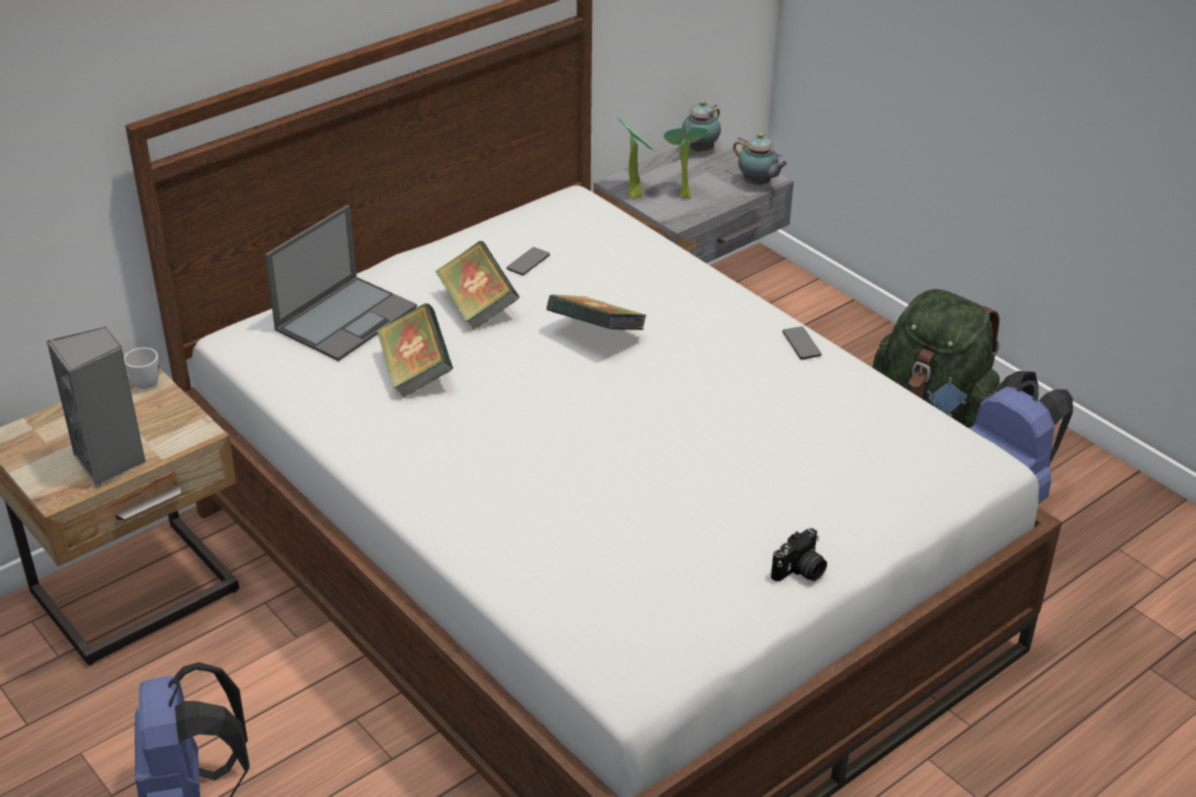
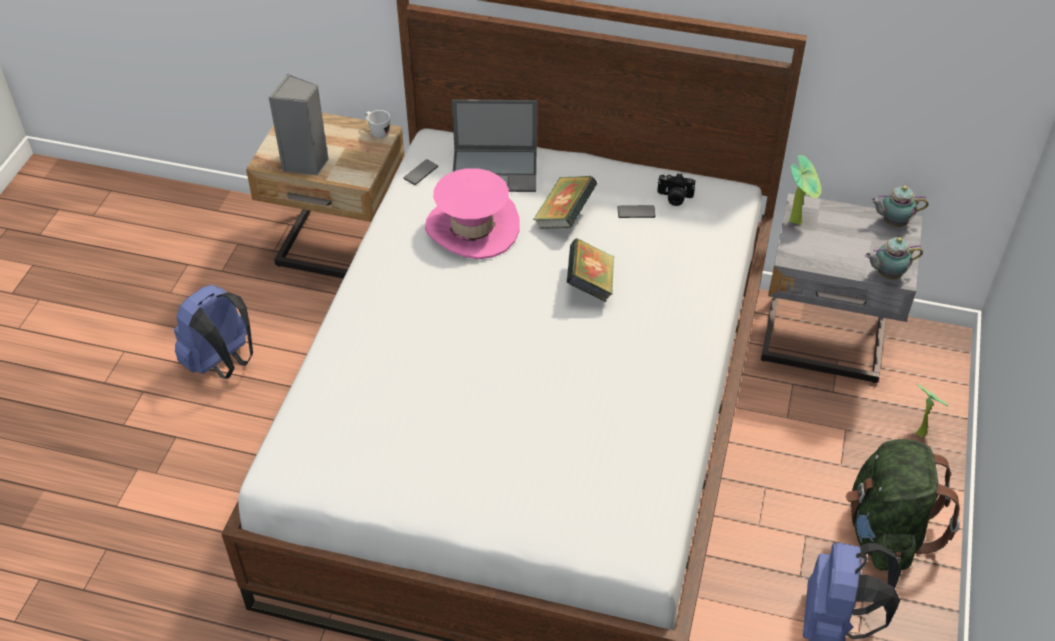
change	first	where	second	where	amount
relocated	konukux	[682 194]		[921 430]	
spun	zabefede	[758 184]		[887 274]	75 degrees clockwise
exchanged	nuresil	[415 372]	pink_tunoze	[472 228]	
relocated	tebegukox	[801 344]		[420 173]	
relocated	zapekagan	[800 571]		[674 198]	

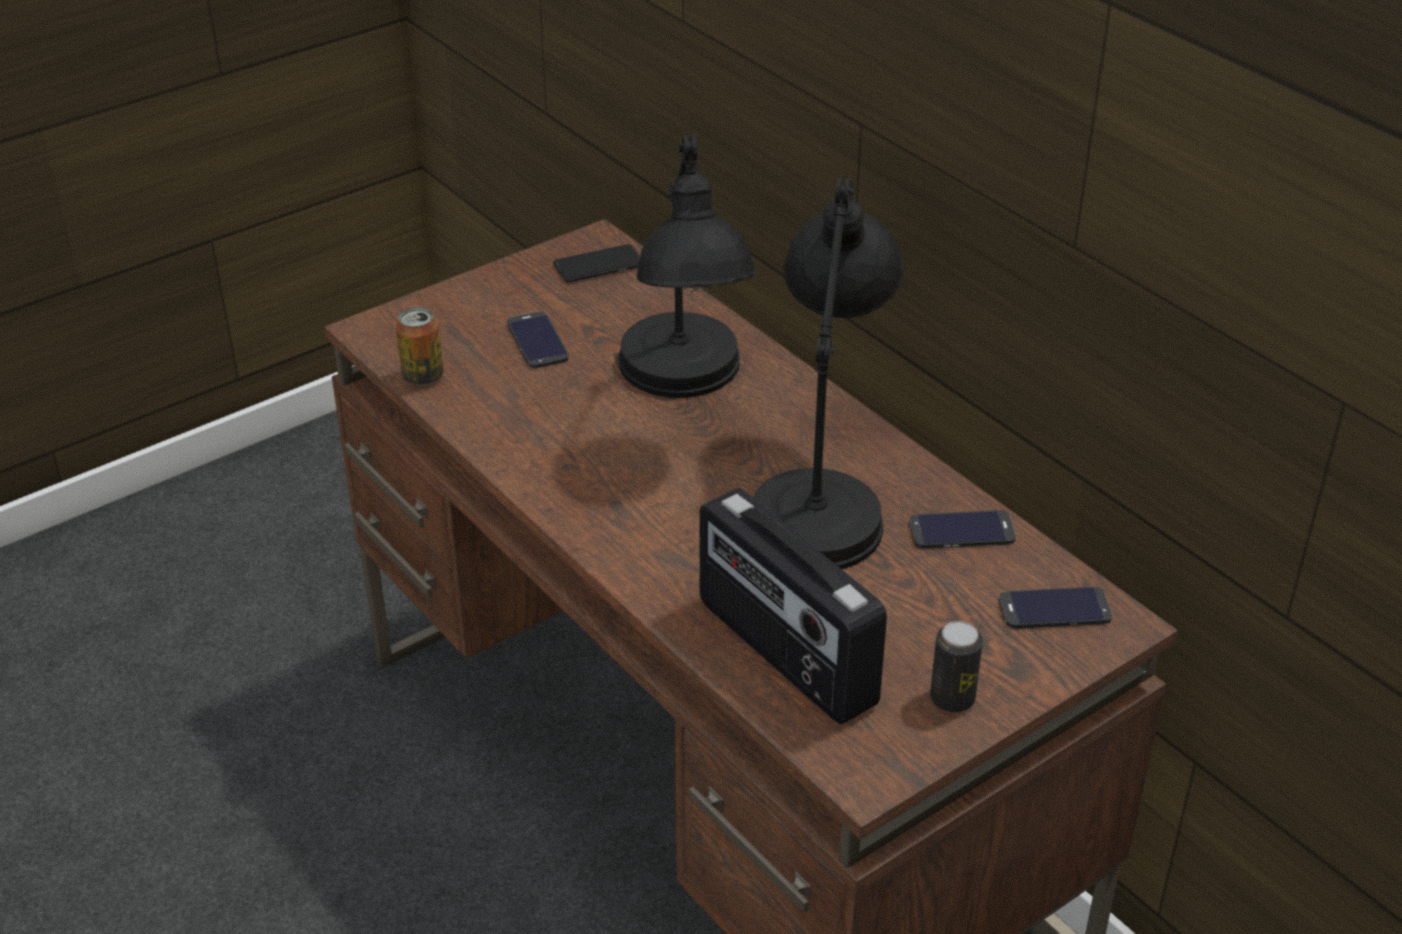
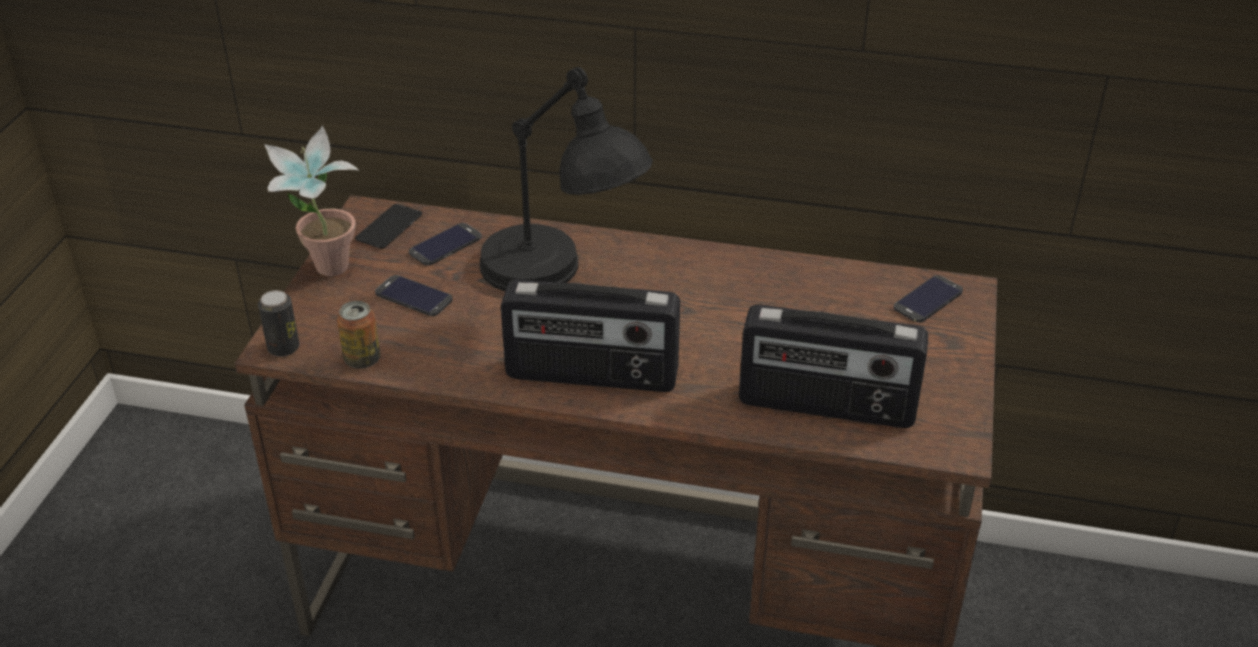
change	first	where	second	where	amount
missing	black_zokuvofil	[822 487]			
relocated	tebegukox	[962 531]		[445 245]	
relocated	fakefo	[952 698]		[283 348]	
appeared			konukux	[326 274]	
appeared			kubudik	[591 376]	

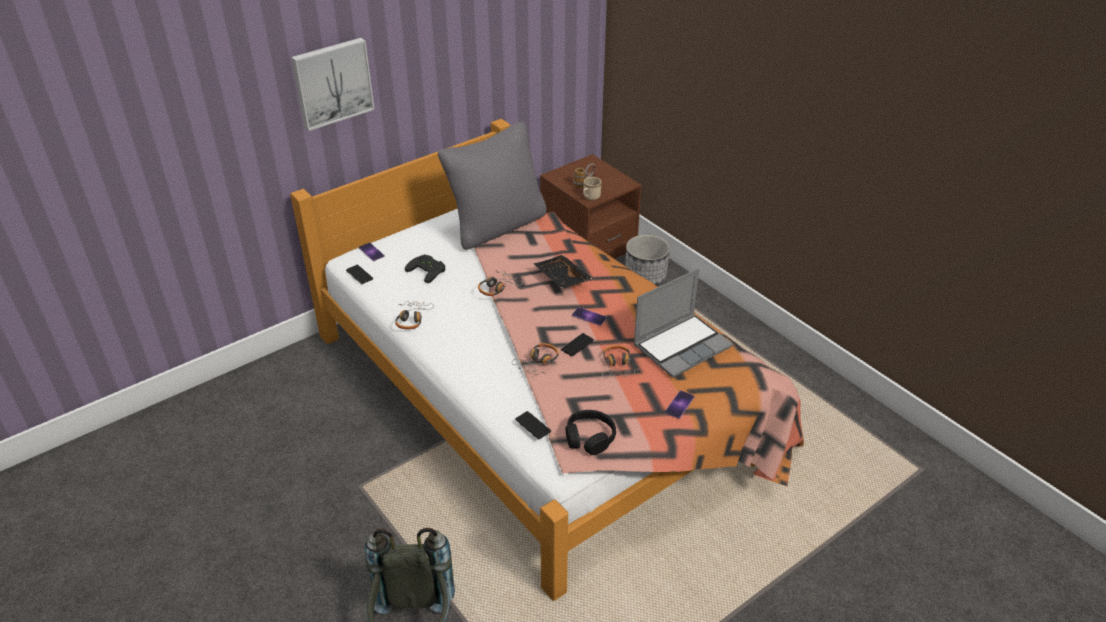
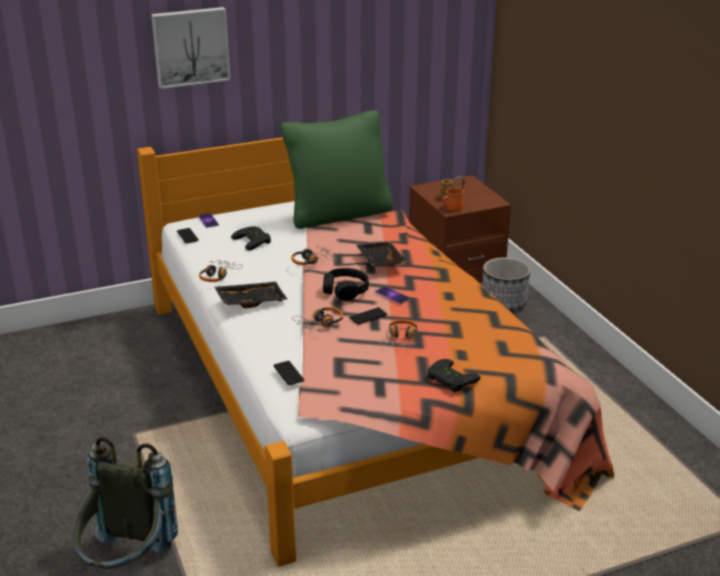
change	first	where	second	where	amount
colour	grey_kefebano	[497 226]	green_kefebano	[338 214]	
colour	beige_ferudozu	[590 197]	orange_ferudozu	[451 208]	
missing	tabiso	[682 345]			
exchanged	tebegukox	[679 404]	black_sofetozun	[449 380]	
relocated	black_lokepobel	[589 438]		[345 290]	
appeared			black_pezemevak	[251 301]	

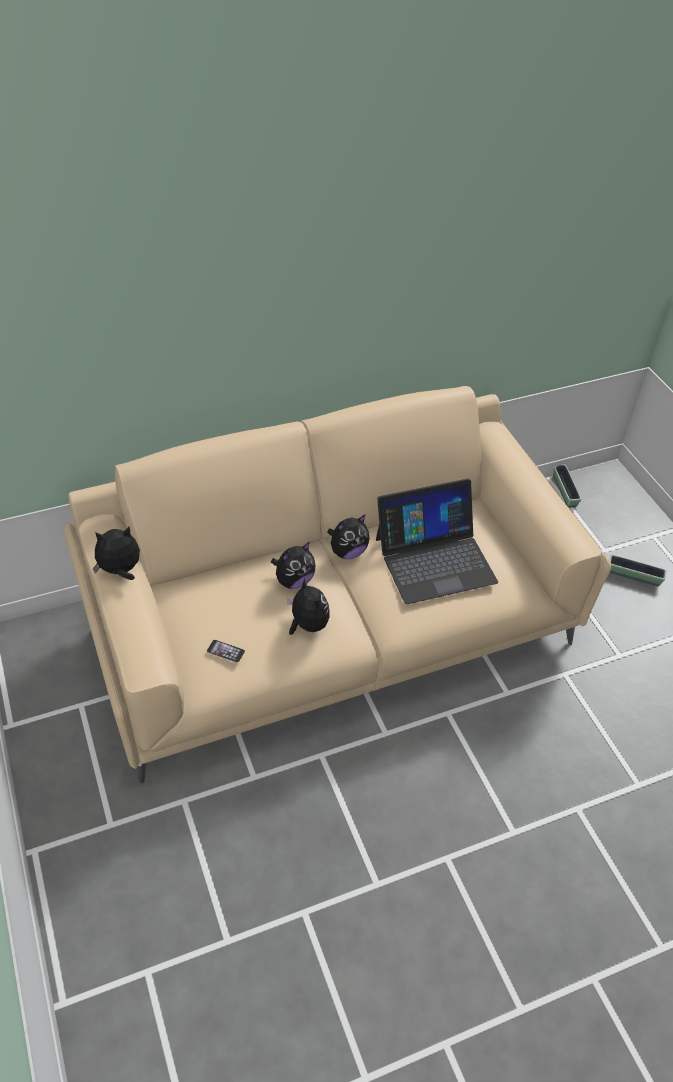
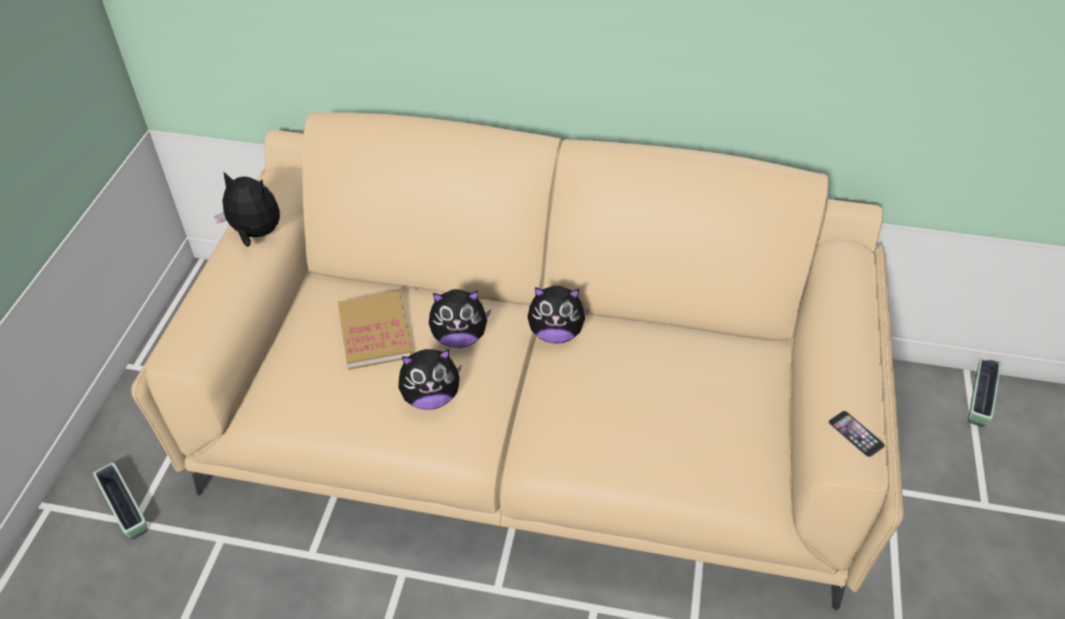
change	first	where	second	where	amount
missing	tabiso	[434 559]			
relocated	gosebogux	[634 576]		[125 508]	
spun	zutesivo	[307 625]		[431 397]	75 degrees clockwise
relocated	tebegukox	[225 651]		[856 433]	
appeared			nuresil	[375 332]	

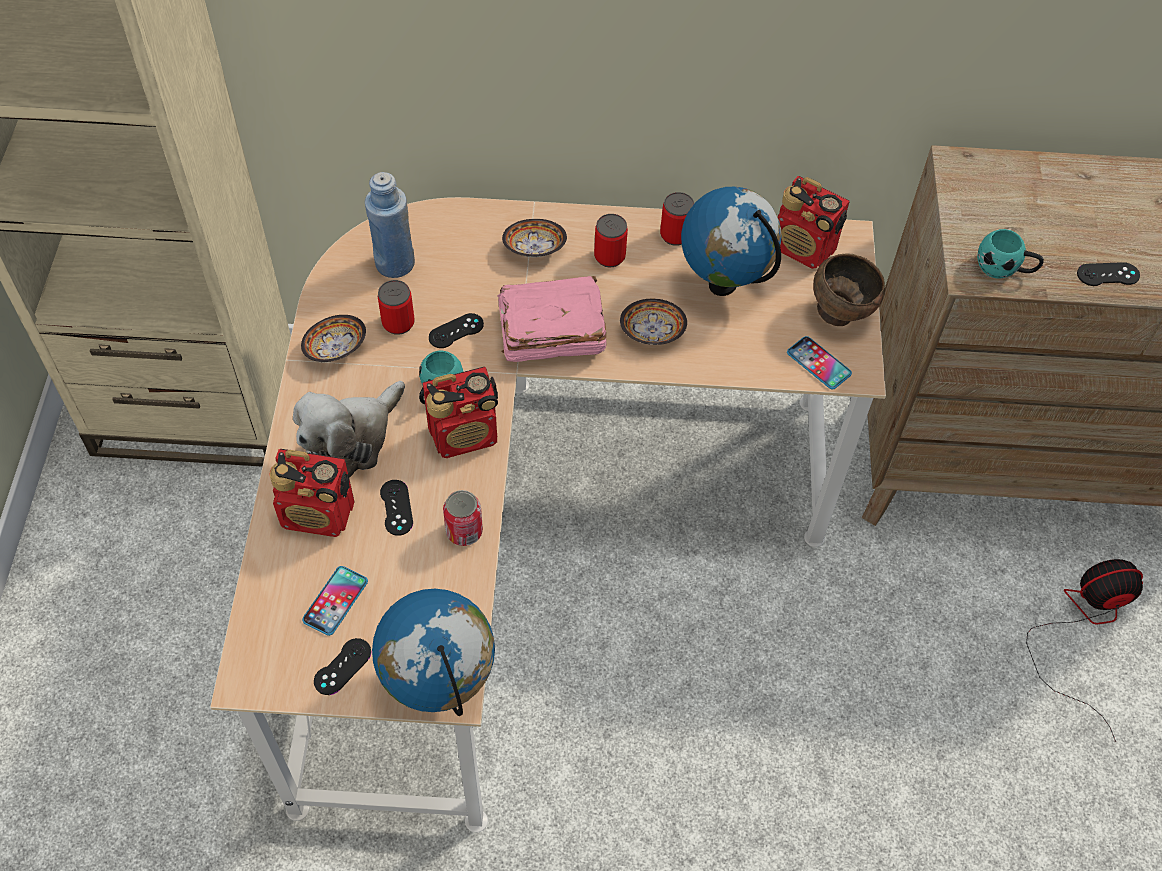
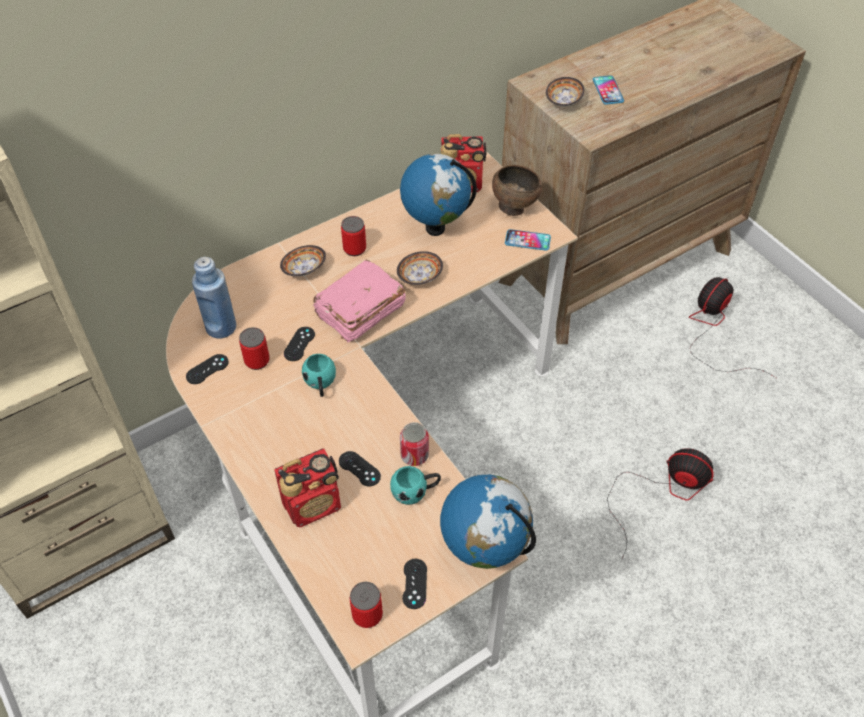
change	first	where	second	where	amount
relocated	fakefo	[675 235]		[367 615]	
relocated	turquoise_ferudozu	[1004 269]		[415 492]	
relocated	black_sofetozun	[1108 274]		[207 369]	
relocated	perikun	[336 349]		[563 101]	
missing	kubudik	[465 435]			
missing	zutesivo	[351 440]			
relocated	tebegukox	[335 601]		[608 90]	
appeared			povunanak	[662 492]	

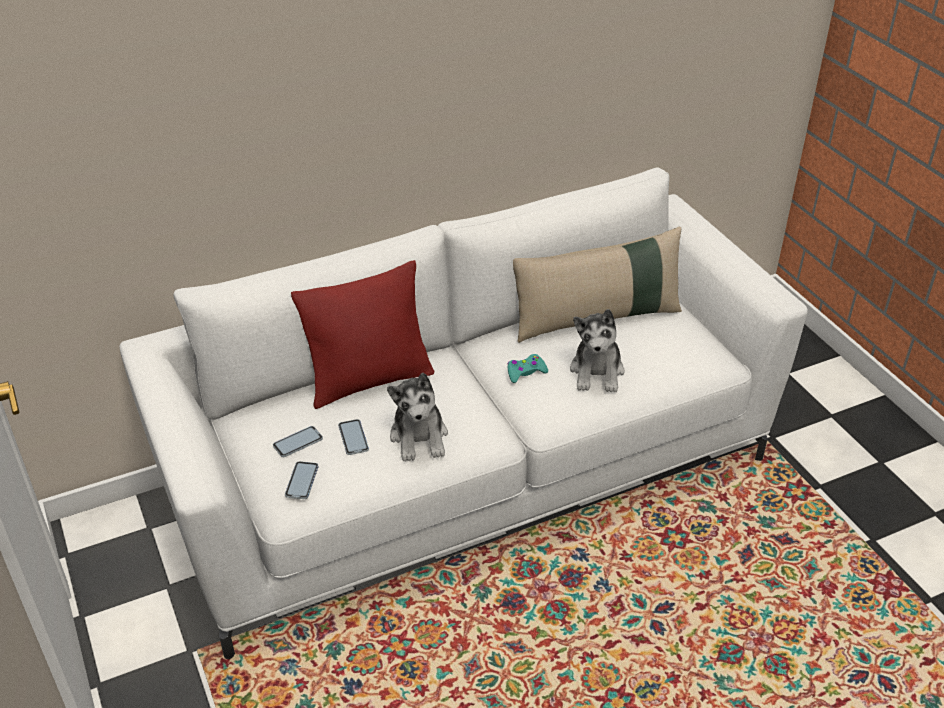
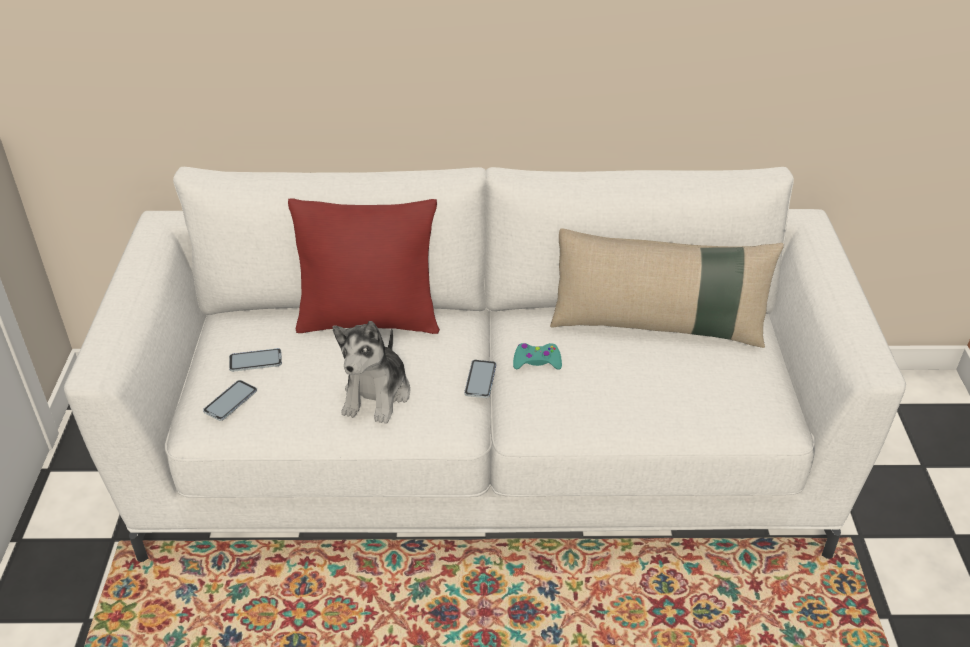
change	first	where	second	where	amount
missing	zutesivo	[597 372]			
relocated	tebegukox	[353 438]		[480 380]	

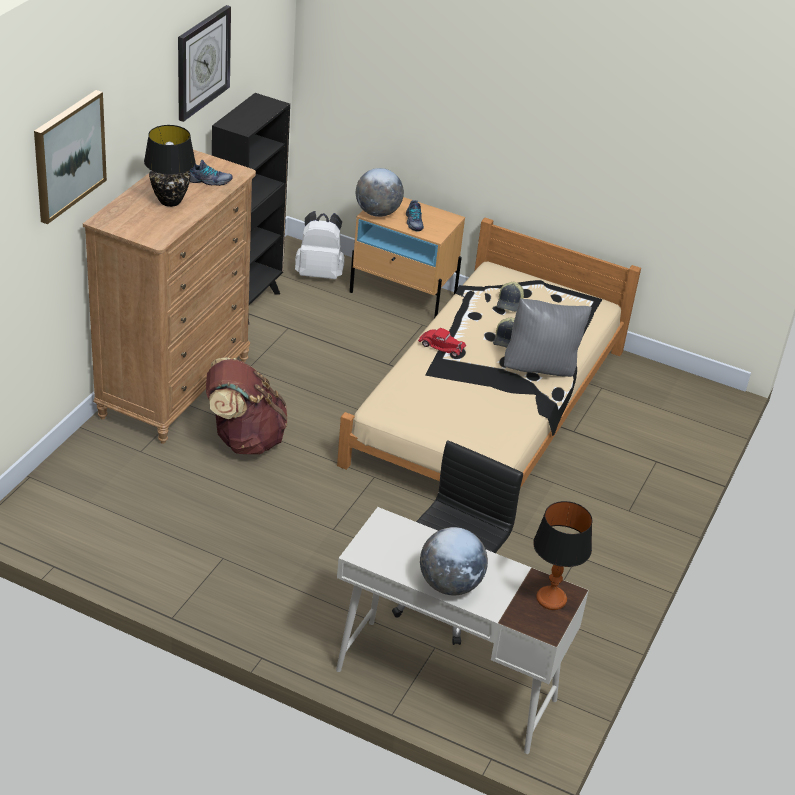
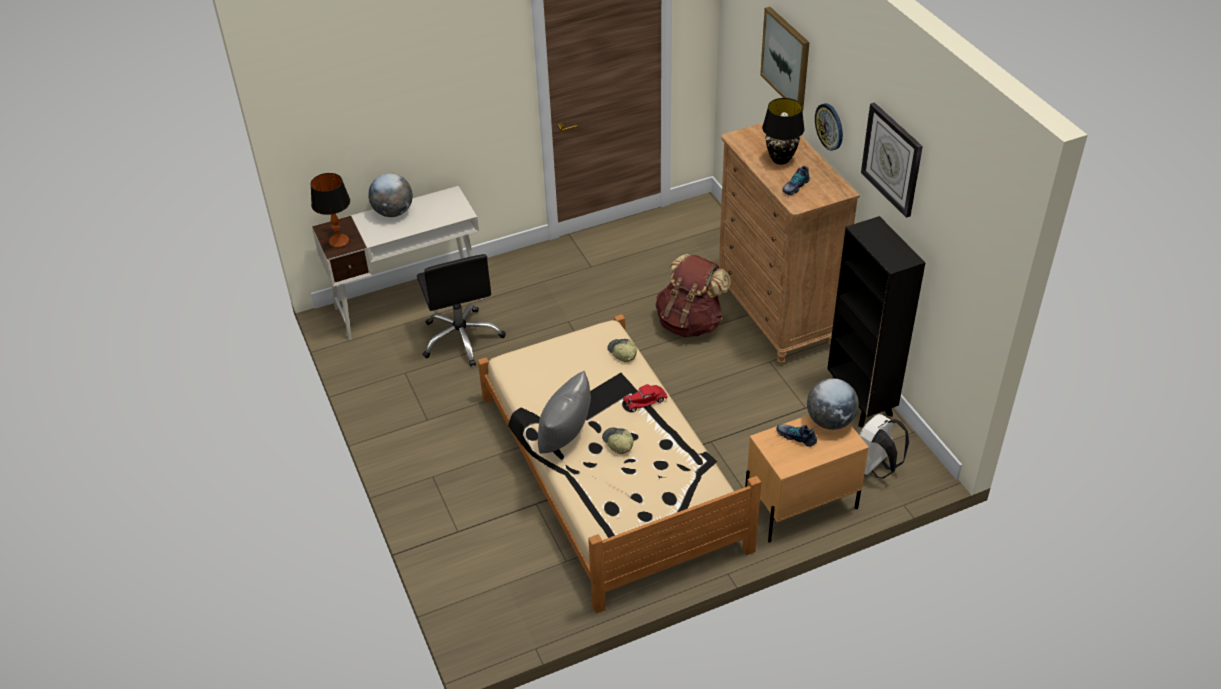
change	first	where	second	where	amount
relocated	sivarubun	[510 303]		[622 353]	
appeared			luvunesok	[830 126]	

